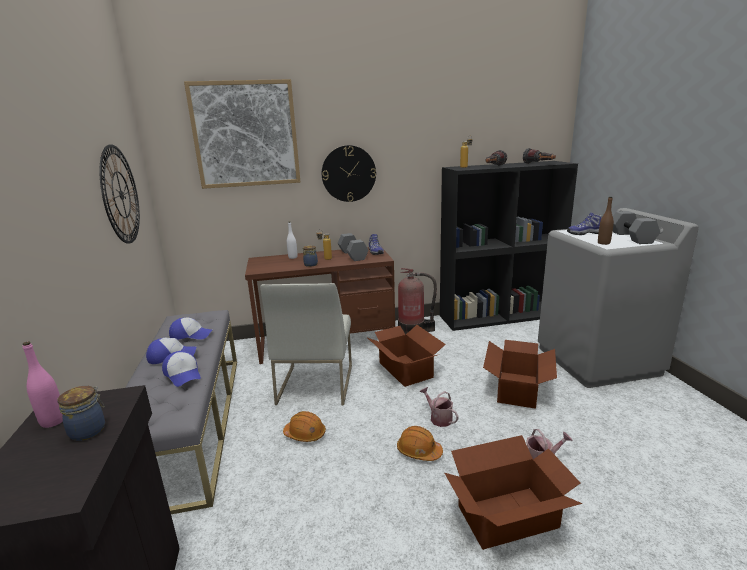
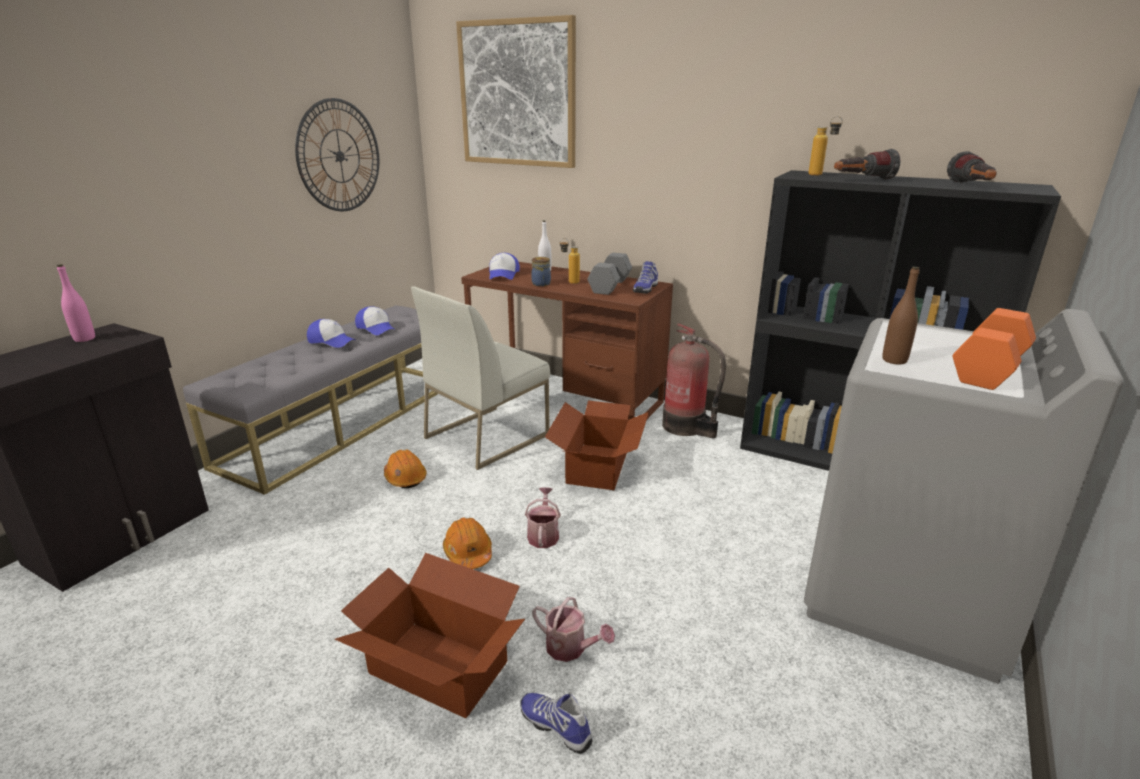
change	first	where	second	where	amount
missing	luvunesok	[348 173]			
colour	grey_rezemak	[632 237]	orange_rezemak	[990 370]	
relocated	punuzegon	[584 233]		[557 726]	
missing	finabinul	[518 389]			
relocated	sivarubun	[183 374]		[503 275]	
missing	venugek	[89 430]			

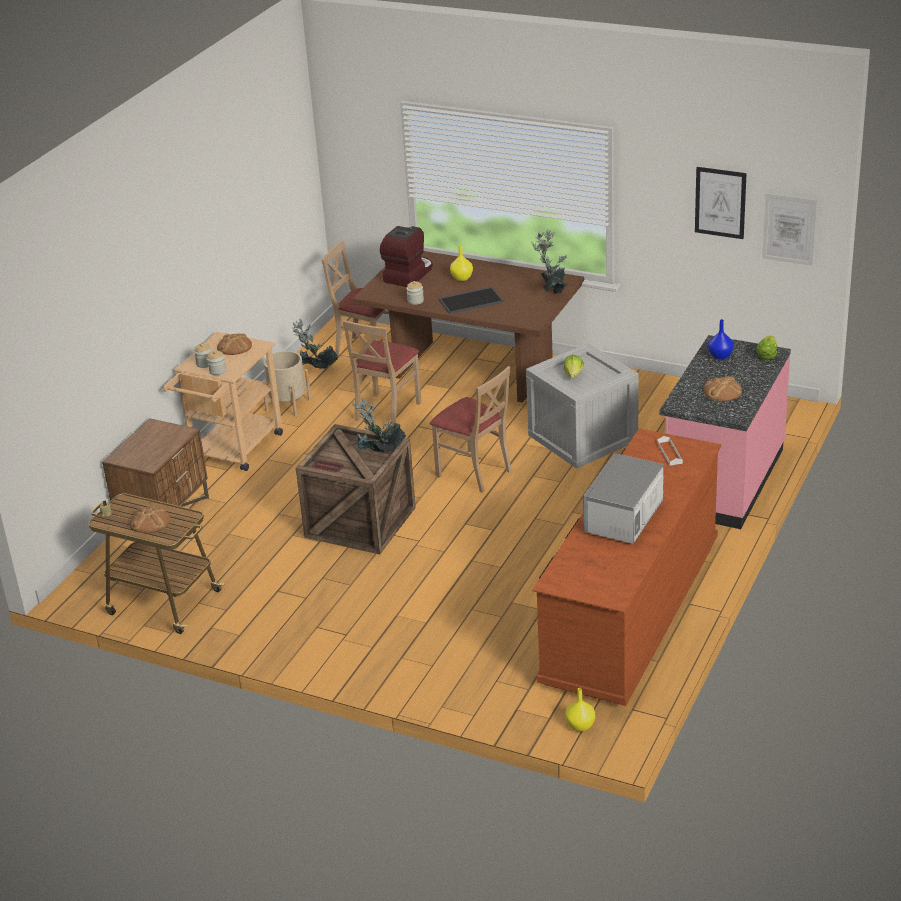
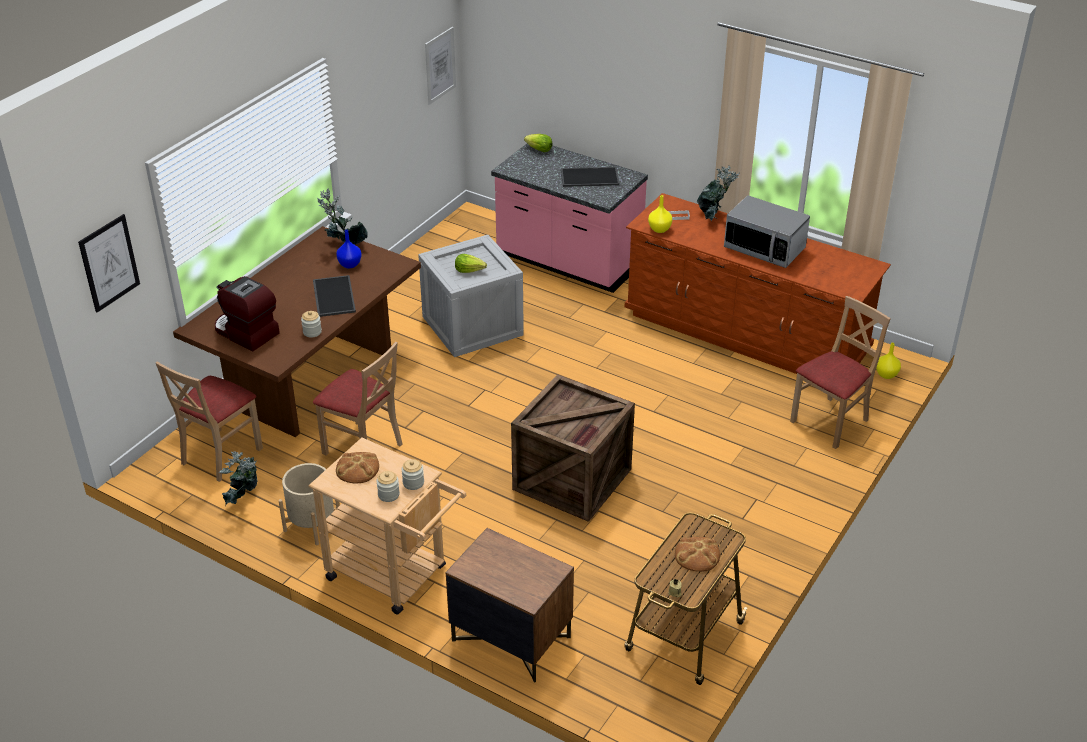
change	first	where	second	where	amount
relocated	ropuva	[720 202]		[109 263]	
relocated	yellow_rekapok	[461 278]		[659 229]	
relocated	blue_rekapok	[719 356]		[350 265]	
relocated	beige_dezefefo	[474 472]		[830 422]	
exchanged	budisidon	[722 391]	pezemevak	[590 177]	
relocated	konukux	[378 455]		[713 217]	

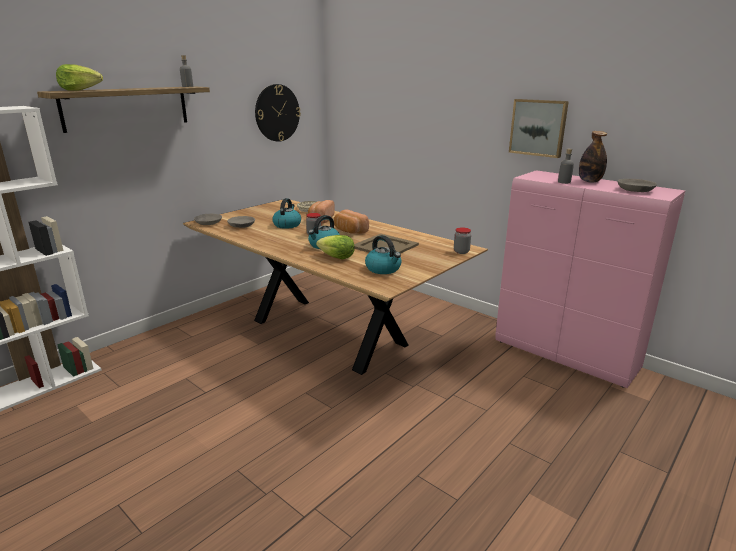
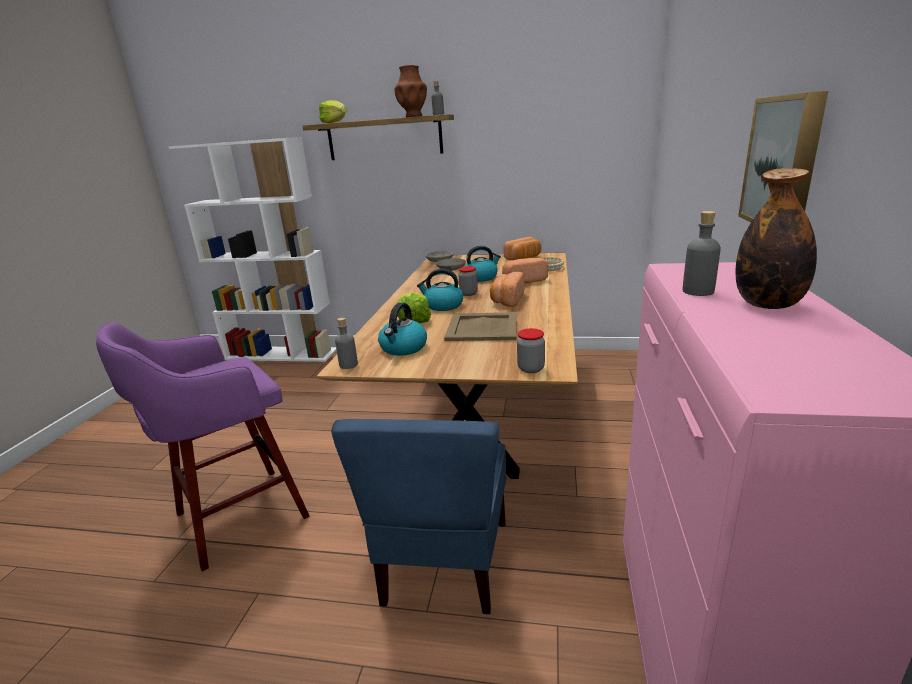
change	first	where	second	where	amount
missing	luvunesok	[277 113]			
missing	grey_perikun	[635 190]			
appeared			brown_rekapok	[413 116]	
appeared			budisidon	[524 258]	
appeared			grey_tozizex	[348 365]	
appeared			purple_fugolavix	[236 517]	
appeared			blue_dezefefo	[444 562]	

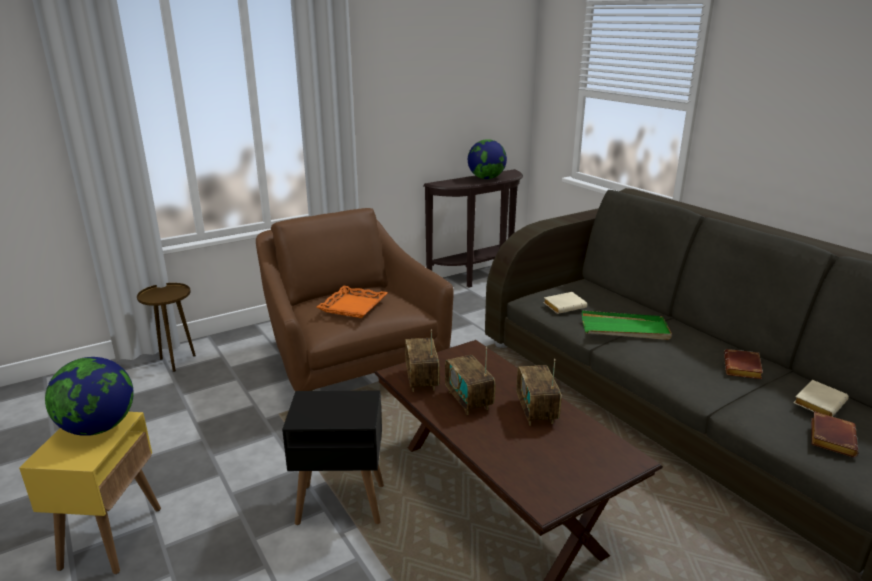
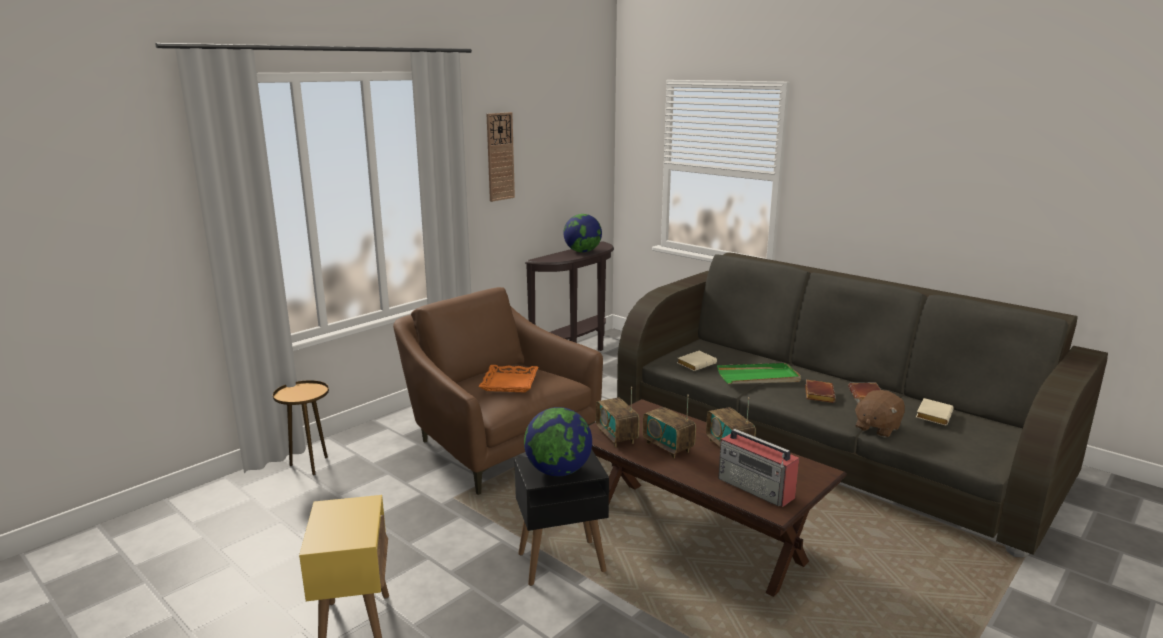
change	first	where	second	where	amount
relocated	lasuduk	[98 427]		[558 471]	
relocated	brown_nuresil	[830 437]		[818 394]	
appeared			luvunesok	[500 156]	
appeared			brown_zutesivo	[877 428]	
appeared			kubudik	[756 488]	

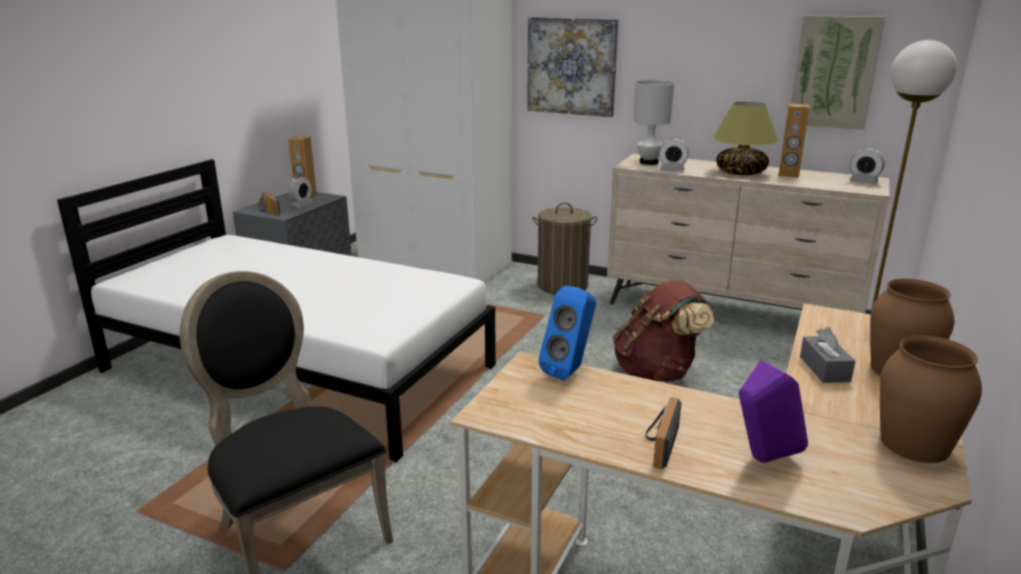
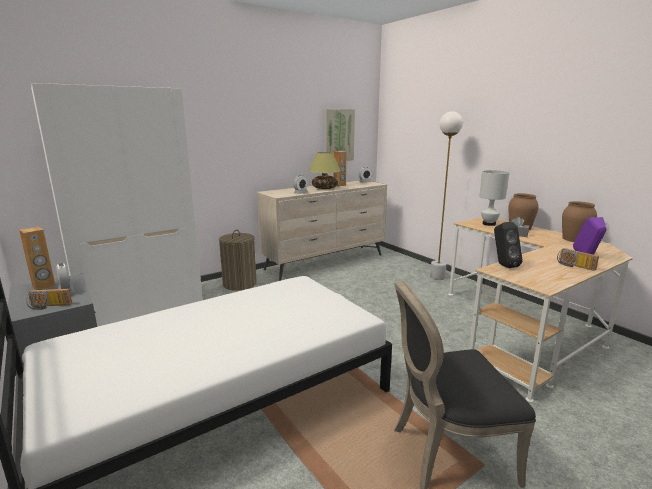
change	first	where	second	where	amount
missing	ropuva	[571 66]			
relocated	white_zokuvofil	[648 162]		[489 224]	
missing	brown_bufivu	[657 372]			
colour	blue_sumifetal	[570 371]	black_sumifetal	[503 265]	

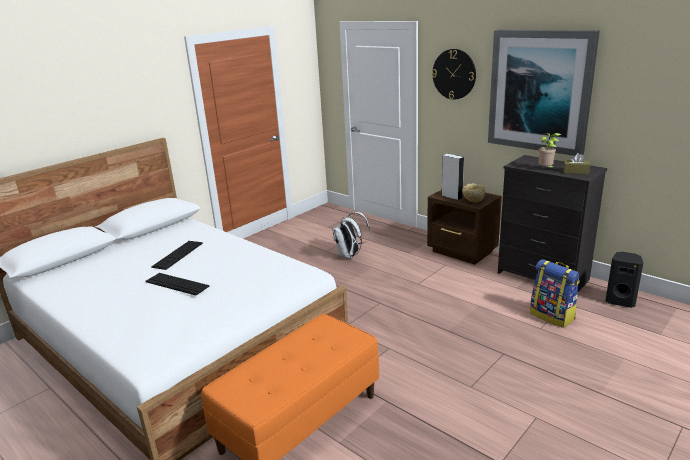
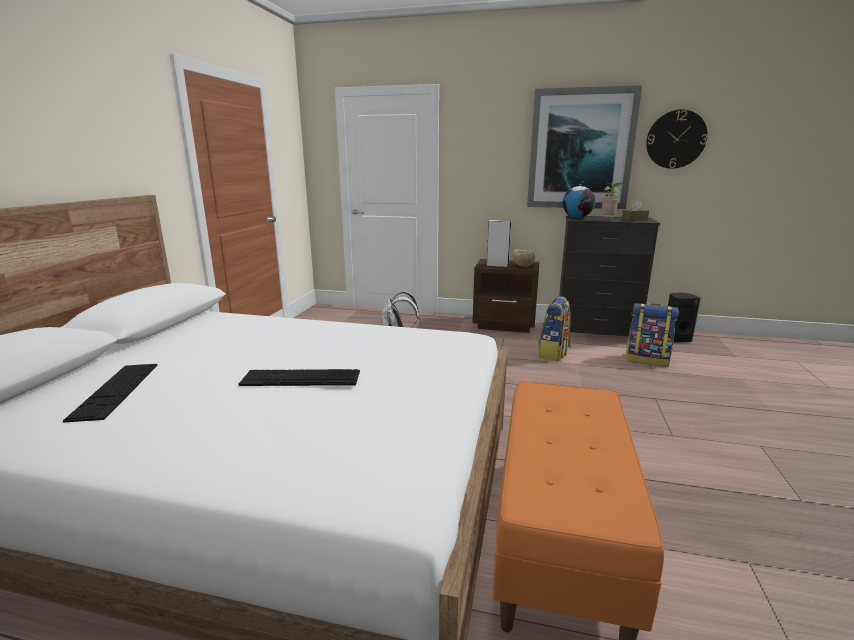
change	first	where	second	where	amount
relocated	luvunesok	[454 74]		[676 139]	
relocated	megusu	[178 255]		[116 390]	
appeared			lasuduk	[577 217]	
appeared			bufivu	[553 353]	

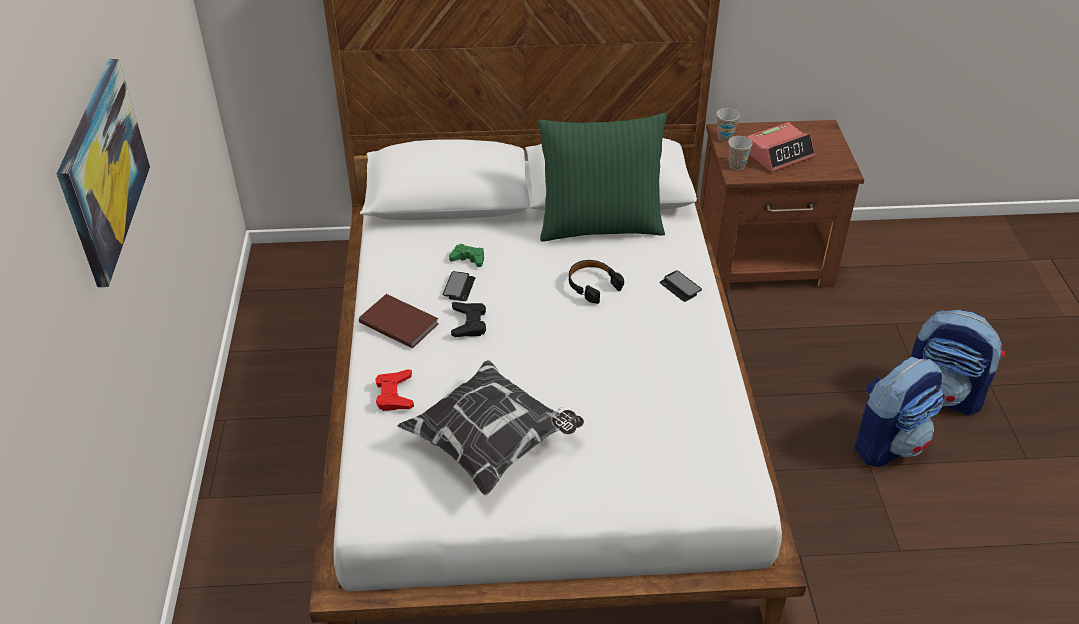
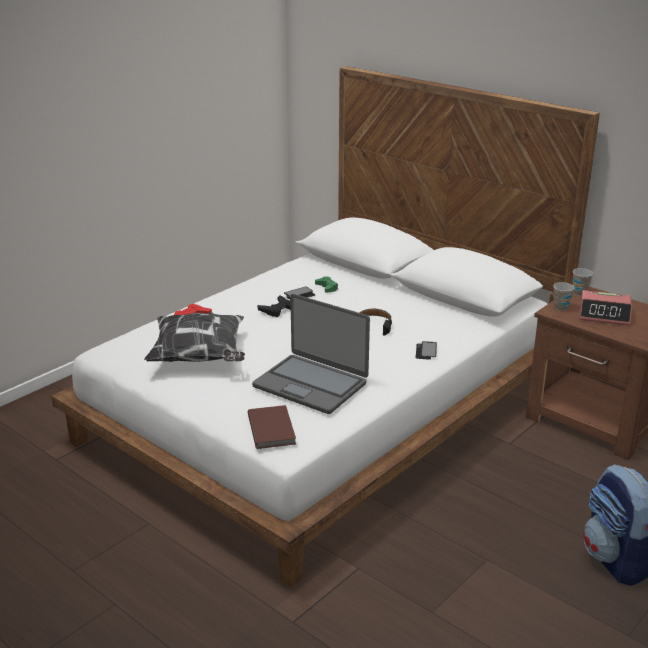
change	first	where	second	where	amount
missing	ropuva	[102 170]			
missing	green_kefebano	[600 225]			
relocated	brown_nuresil	[399 322]		[272 428]	
missing	bufivu	[888 442]			
appeared			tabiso	[311 384]	

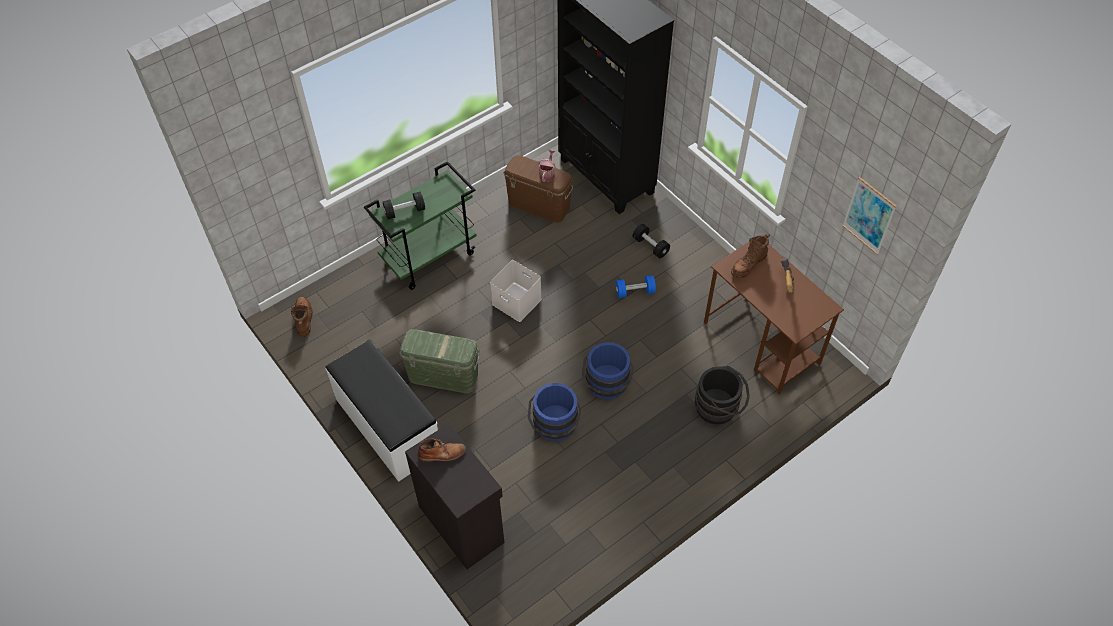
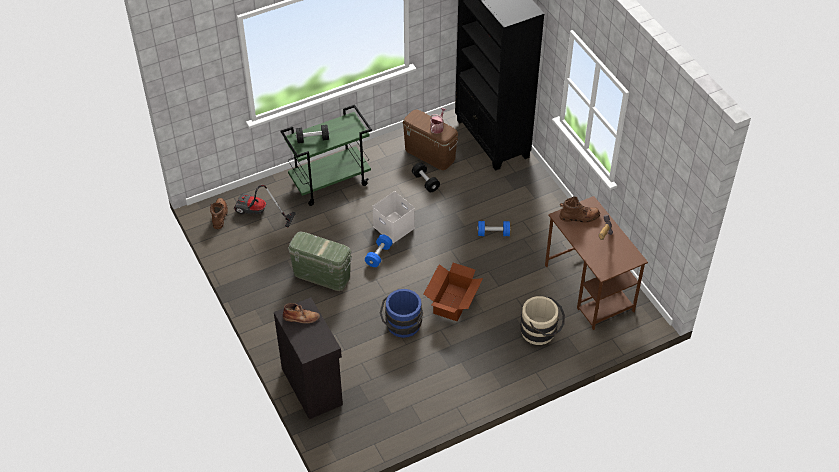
change	first	where	second	where	amount
missing	ropuva	[869 215]			
relocated	black_rezemak	[650 246]		[425 182]	
spun	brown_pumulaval	[748 264]		[579 217]	150 degrees counterclockwise
missing	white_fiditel	[387 426]			
exchanged	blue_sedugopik	[606 386]	finabinul	[452 302]	
colour	black_sedugopik	[720 407]	beige_sedugopik	[541 332]	
appeared			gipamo	[258 213]	
appeared			blue_rezemak	[378 255]	

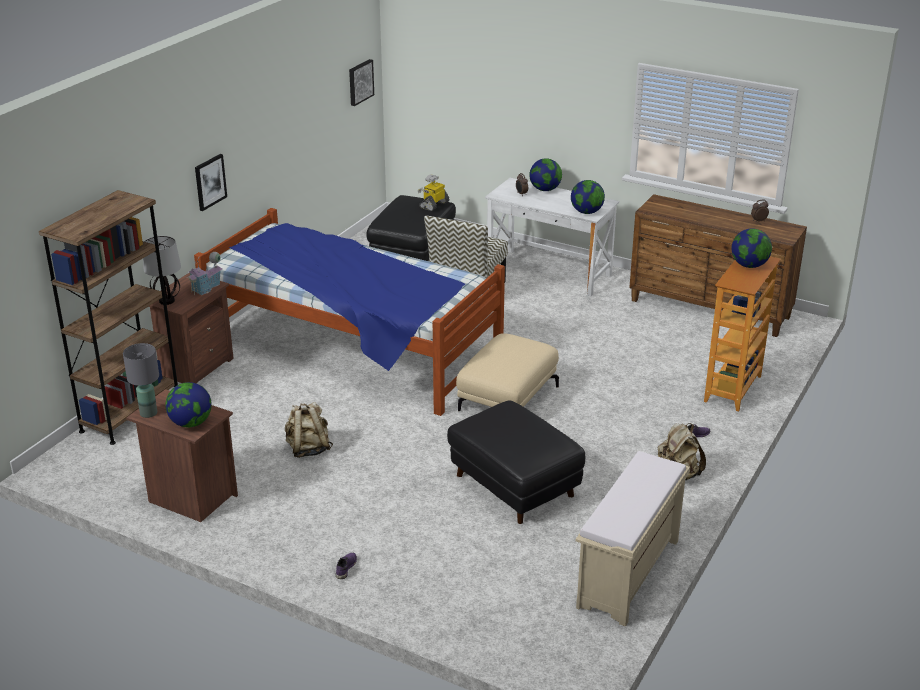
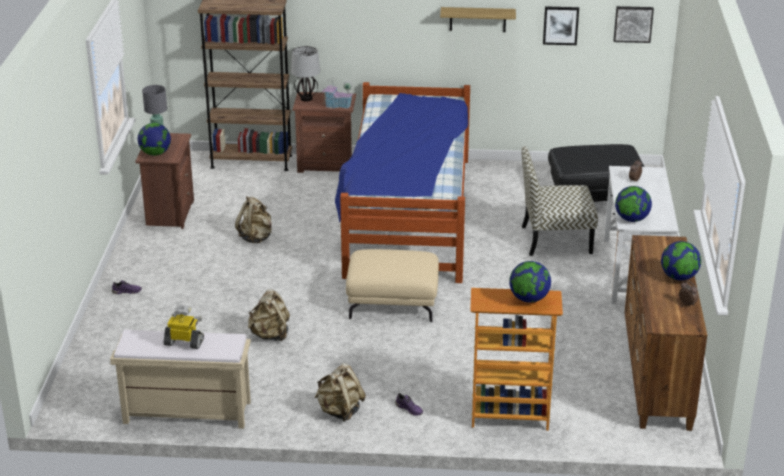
change	first	where	second	where	amount
relocated	ropuva	[210 182]		[560 25]	
relocated	lasuduk	[545 189]		[678 277]	
relocated	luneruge	[434 205]		[184 342]	
exchanged	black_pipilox	[515 485]	beige_bufivu	[270 335]	
appeared			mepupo	[477 19]	

